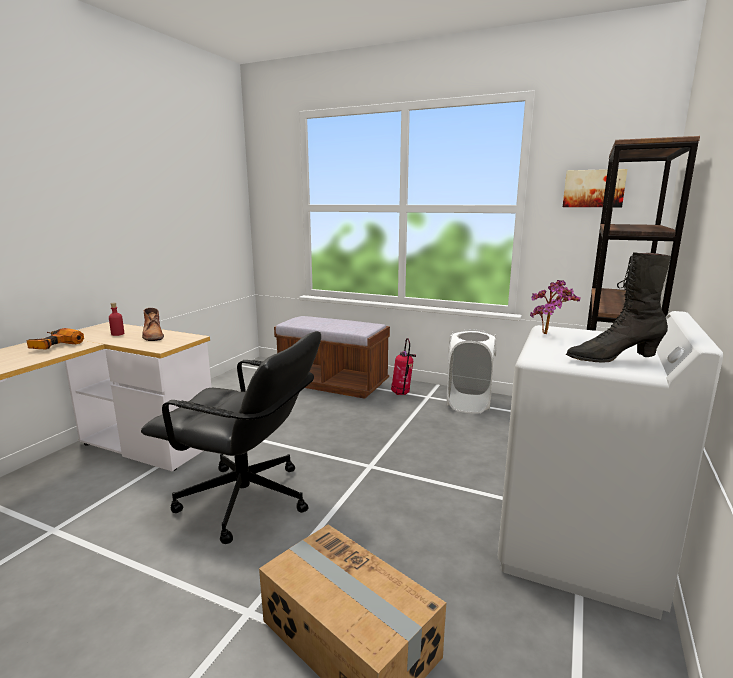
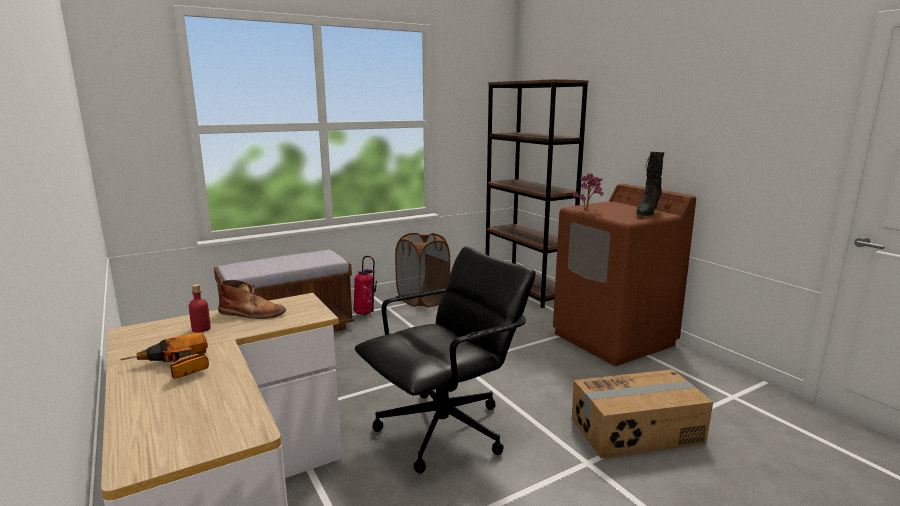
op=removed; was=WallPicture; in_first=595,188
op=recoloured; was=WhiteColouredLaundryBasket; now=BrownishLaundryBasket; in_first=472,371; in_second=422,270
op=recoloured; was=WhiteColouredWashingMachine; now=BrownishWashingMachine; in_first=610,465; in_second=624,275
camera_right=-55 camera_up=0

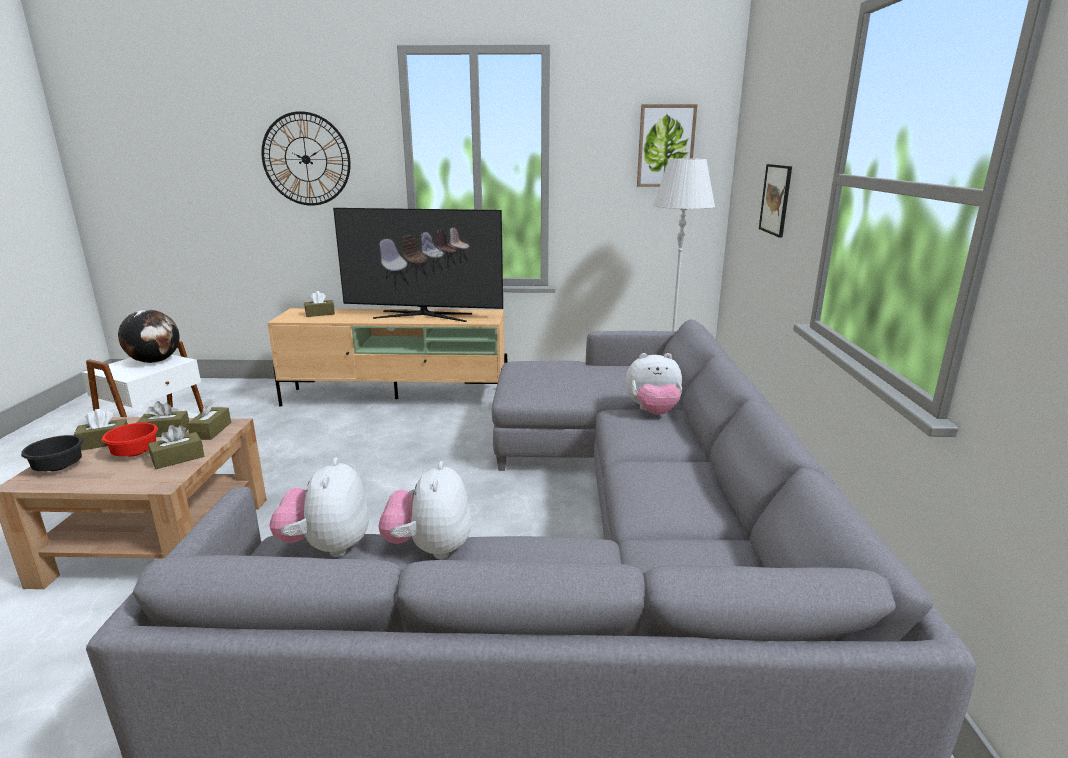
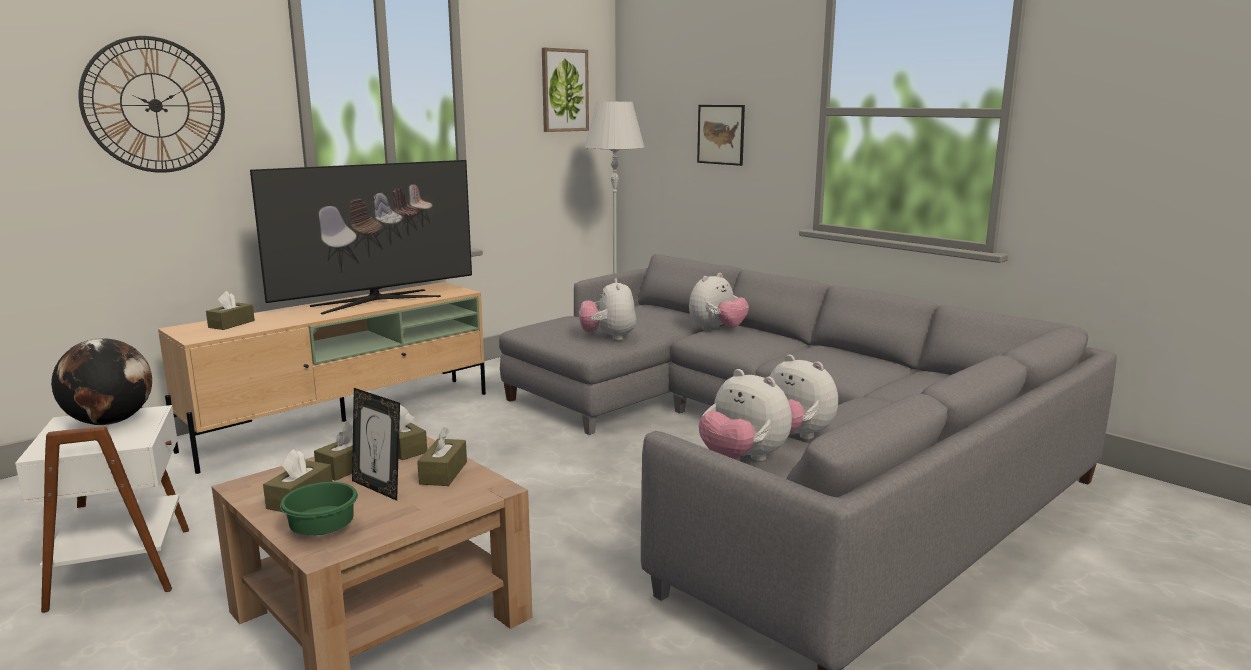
op=added; now=CuddlyToy; in_second=607,309
op=replaced; was=RedServingBowl; now=PhotoFrame; in_first=130,439; in_second=376,444
op=recoloured; was=BlackServingBowl; now=GreenServingBowl; in_first=52,453; in_second=319,508
camera_right=-45 camera_up=-5

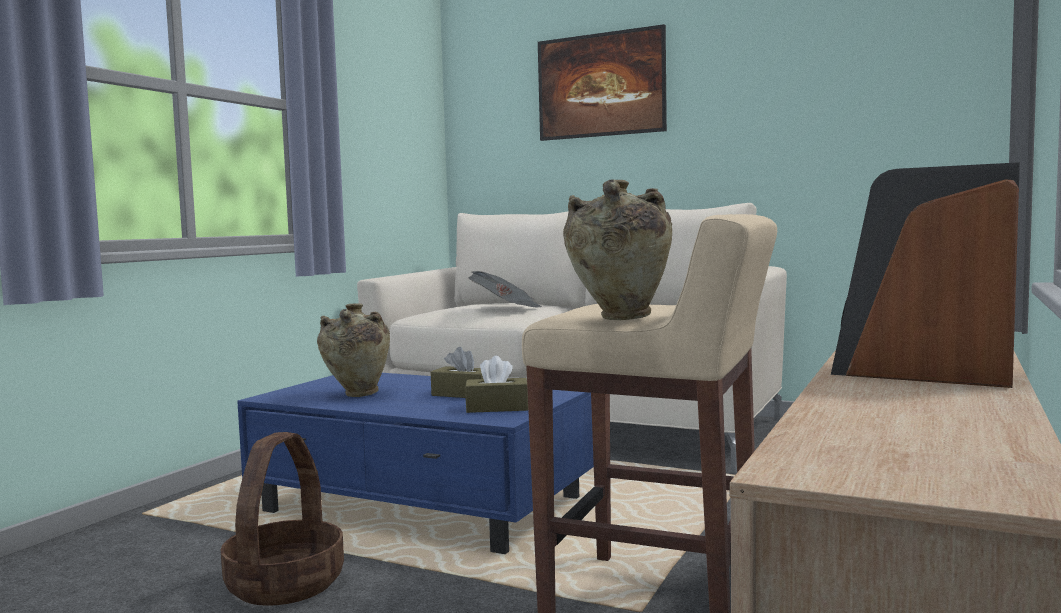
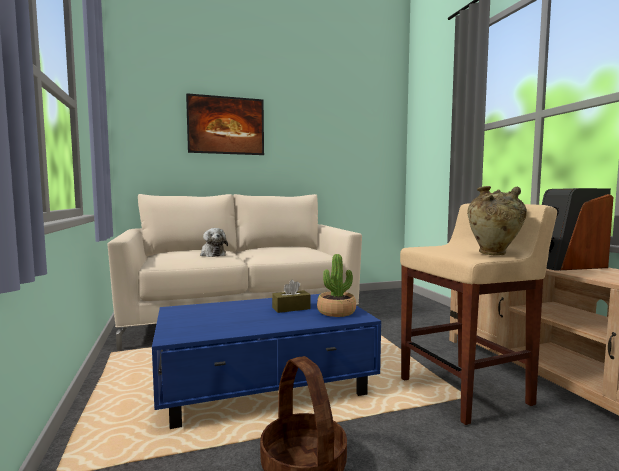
op=removed; was=BeigeColouredDecorativeVase; in_first=353,350
op=replaced; was=BrownishTissueHolder; now=Houseplant; in_first=496,384; in_second=336,285
op=replaced; was=PrintedPaper; now=CuddlyToy; in_first=505,289; in_second=214,242
camera_right=-45 camera_up=0

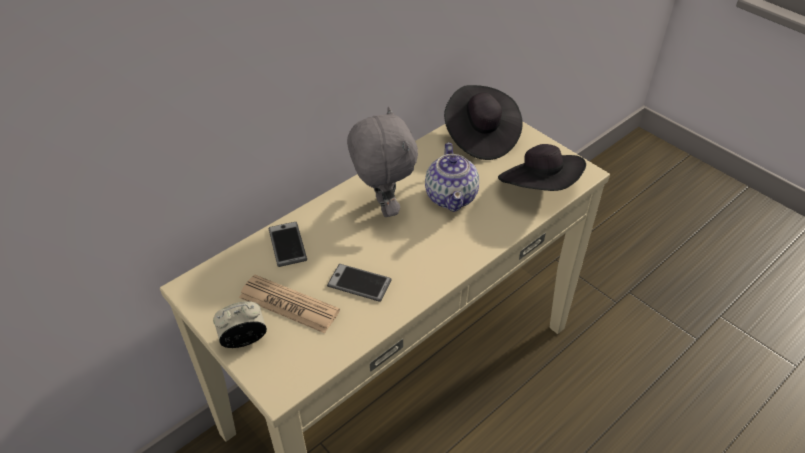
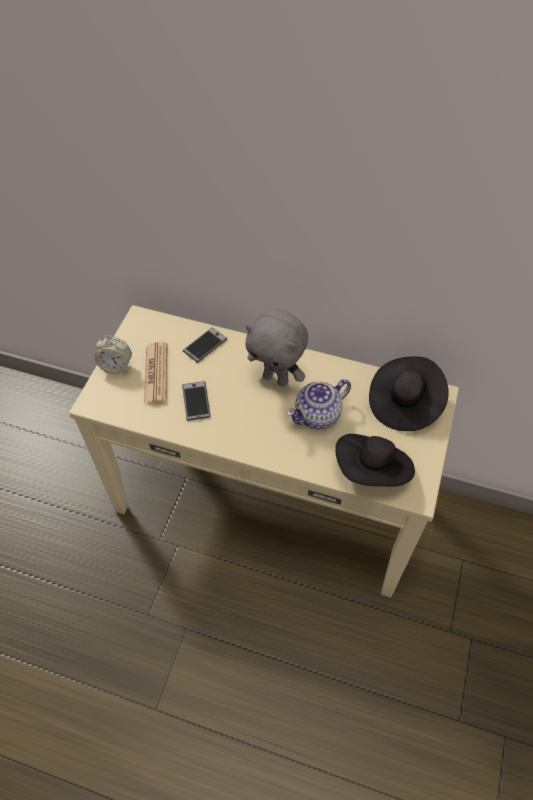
op=turned; was=TableClock; in_first=240,324; in_second=113,355; clockwise=150
op=turned; was=GrayCuddlyToy; in_first=382,162; in_second=276,348; clockwise=75
camera_right=60 camera_up=10

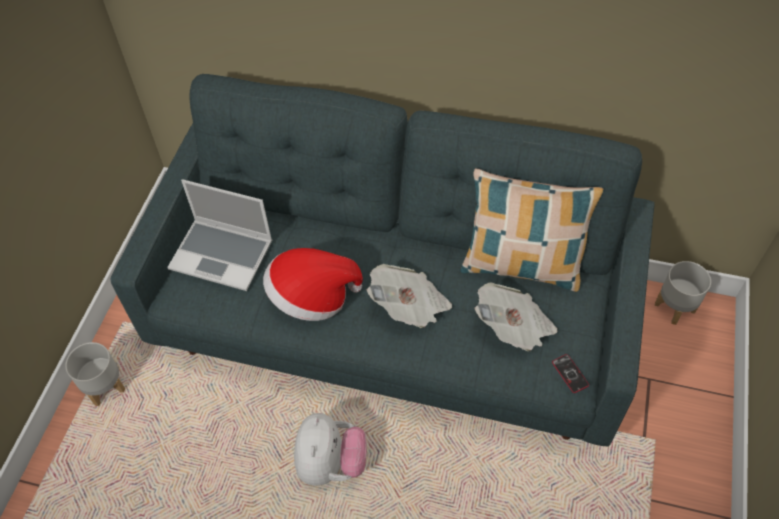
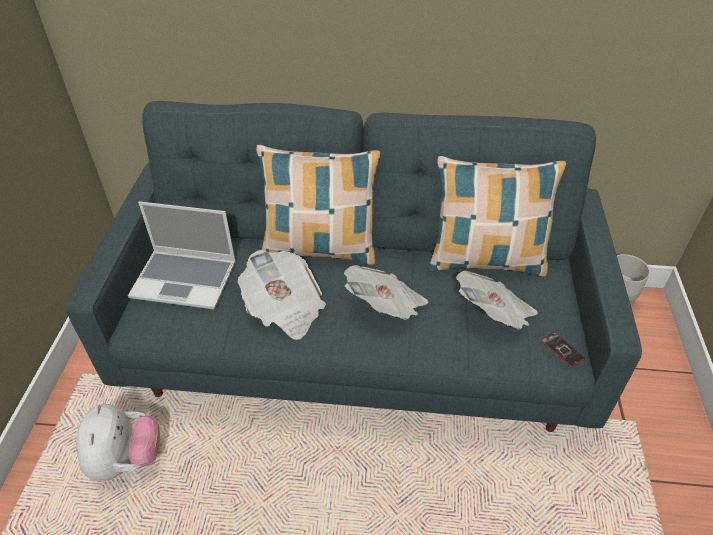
op=removed; was=GrayFlowerPot; in_first=95,374
op=added; now=Pillow; in_second=318,205
op=moved; was=CuddlyToy; in_first=330,449; in_second=118,442
op=replaced; was=Hat; now=PrintedPaper; in_first=313,284; in_second=282,295
camera_right=-10 camera_up=-10

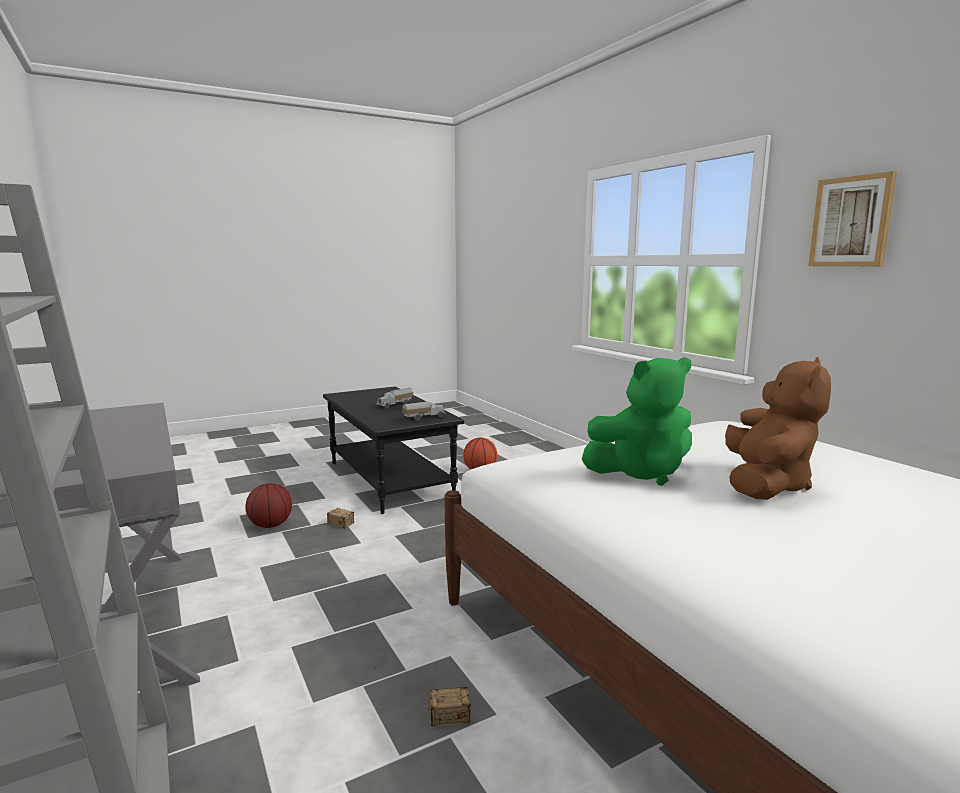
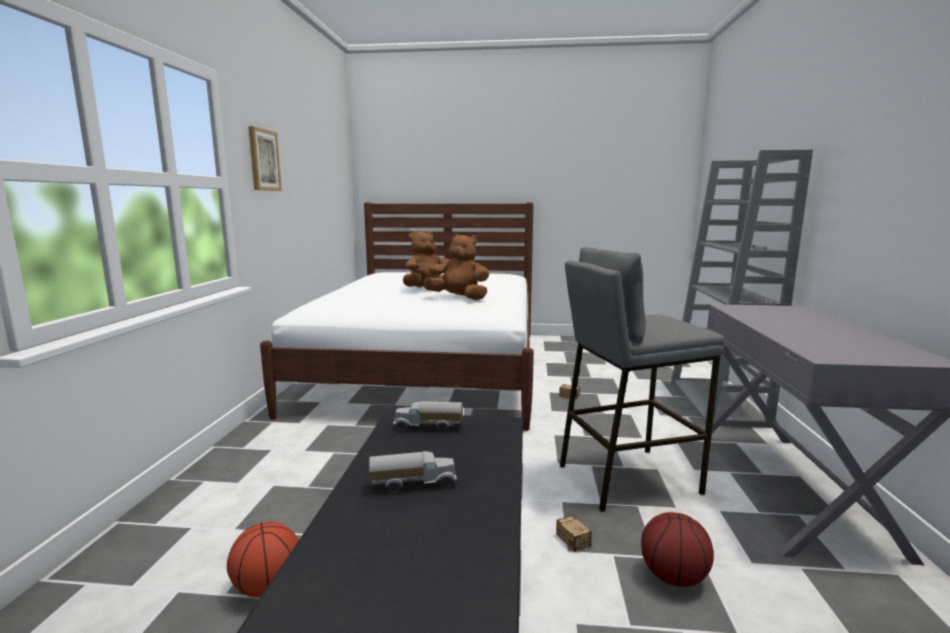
op=added; now=GrayStool; in_second=642,379
op=recoloured; was=GreenCuddlyToy; now=BrownishCuddlyToy; in_first=637,421; in_second=456,266
camera_right=-145 camera_up=0

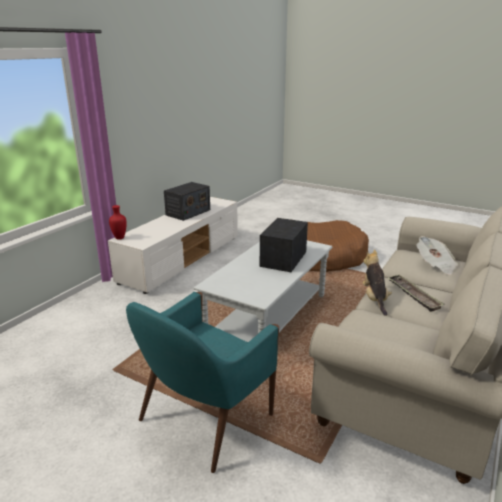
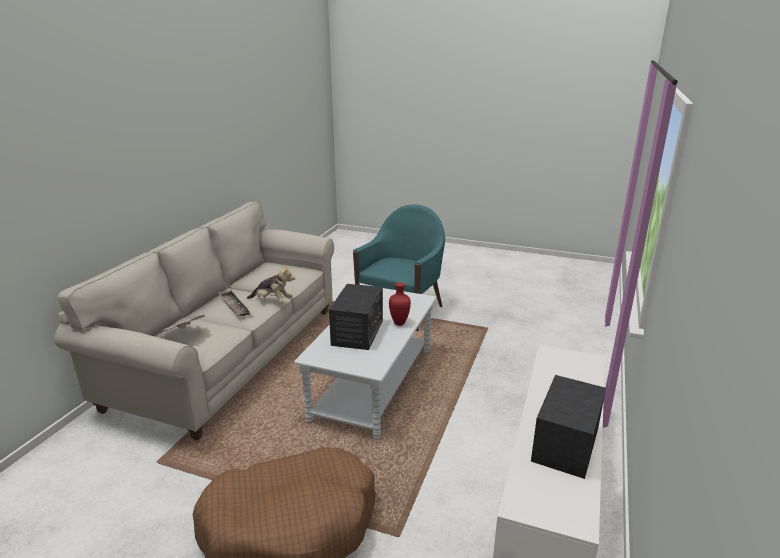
op=moved; was=RedDecorativeVase; in_first=118,222; in_second=400,304
op=turned; was=CuddlyToy; in_first=377,282; in_second=271,284; clockwise=-60
camera_right=170 camera_up=0

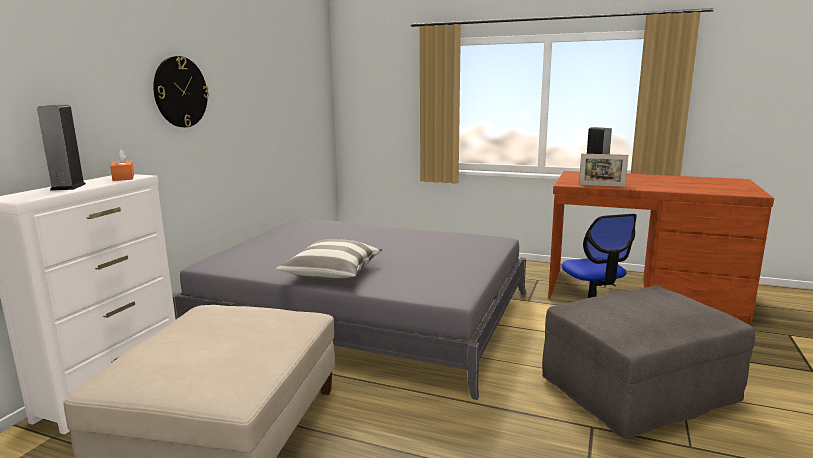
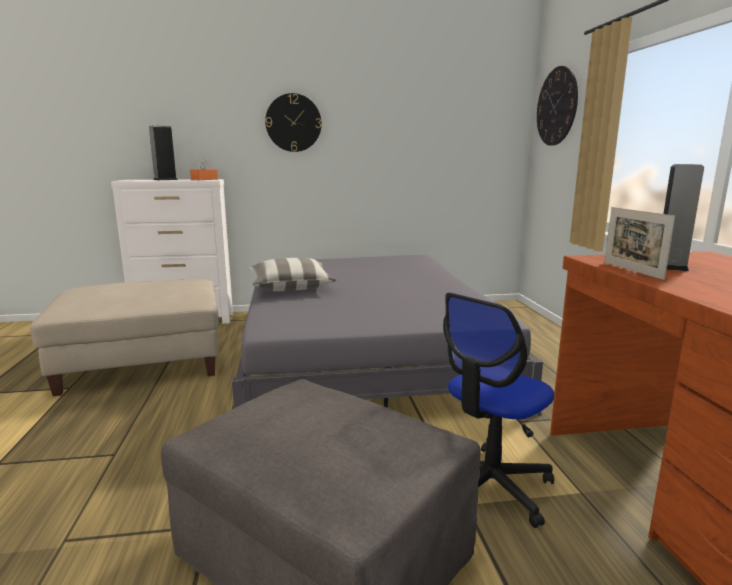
op=added; now=HangingClock; in_second=557,106
camera_right=60 camera_up=0

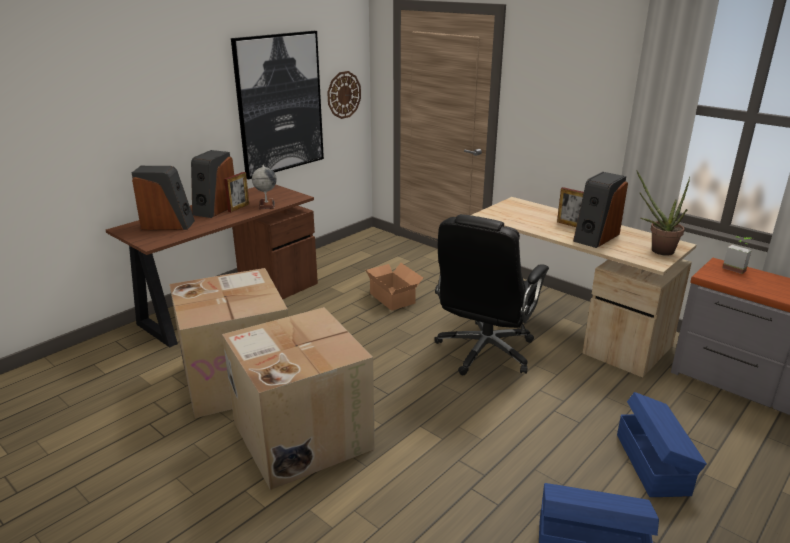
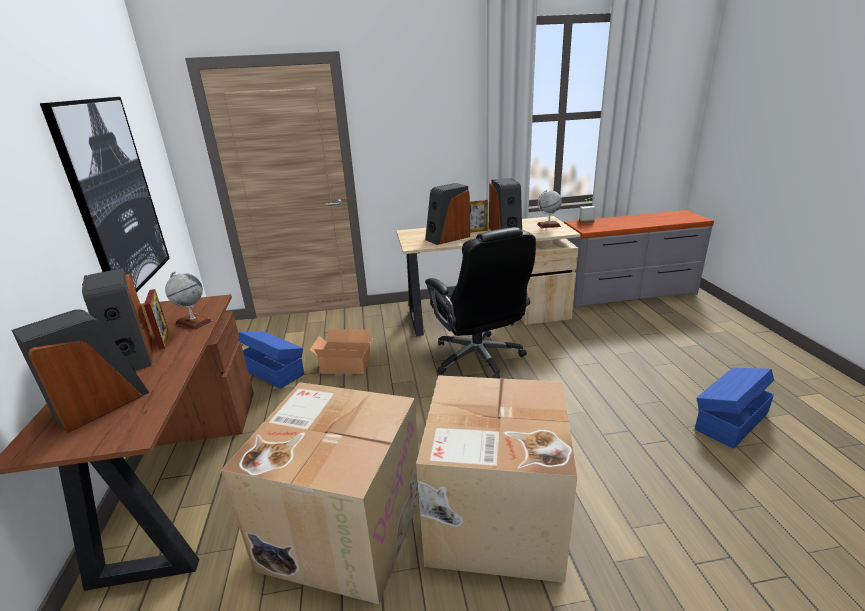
op=removed; was=HangingClock; in_first=344,95
op=added; now=Speaker; in_second=447,214
op=moved; was=BluishStorageContainer; in_first=662,444; in_second=271,360
op=replaced; was=Houseplant; now=DeskGlobe; in_first=663,213; in_second=549,209
camera_right=-50 camera_up=0

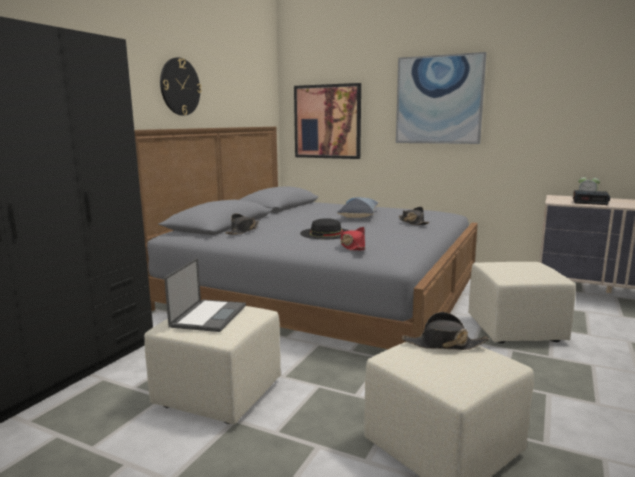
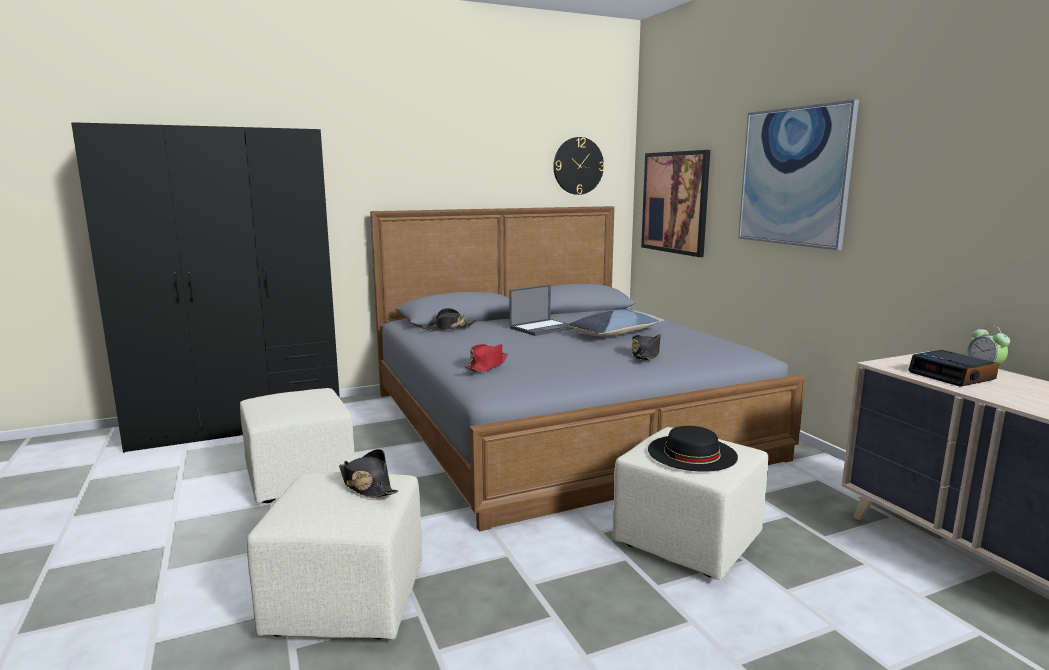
op=moved; was=HangingClock; in_first=181,86; in_second=578,166
op=moved; was=NotebookComputer; in_first=205,295; in_second=541,310
op=moved; was=BlackHat; in_first=324,228; in_second=693,449
camera_right=40 camera_up=0

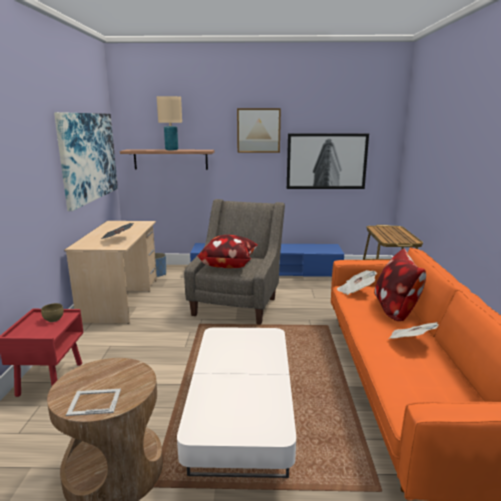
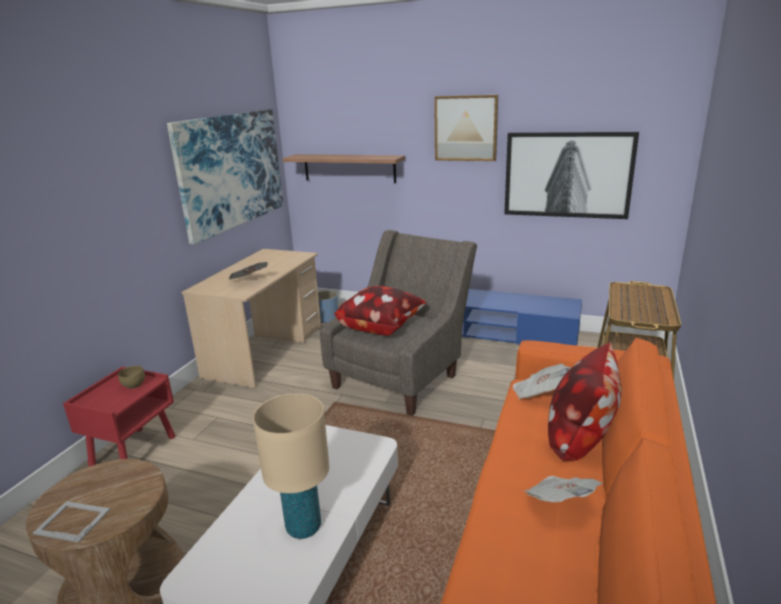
op=moved; was=BeigeColouredTabletopLamp; in_first=169,123; in_second=291,466
camera_right=20 camera_up=5

